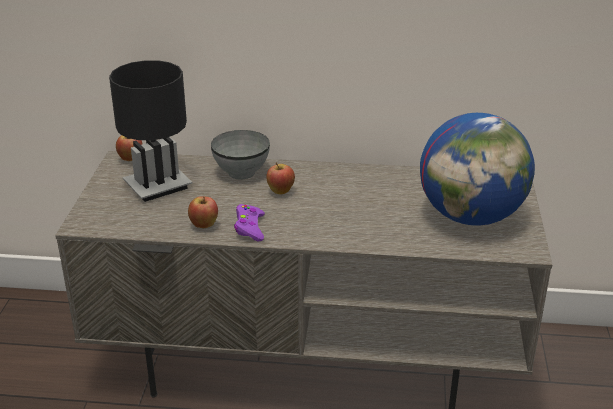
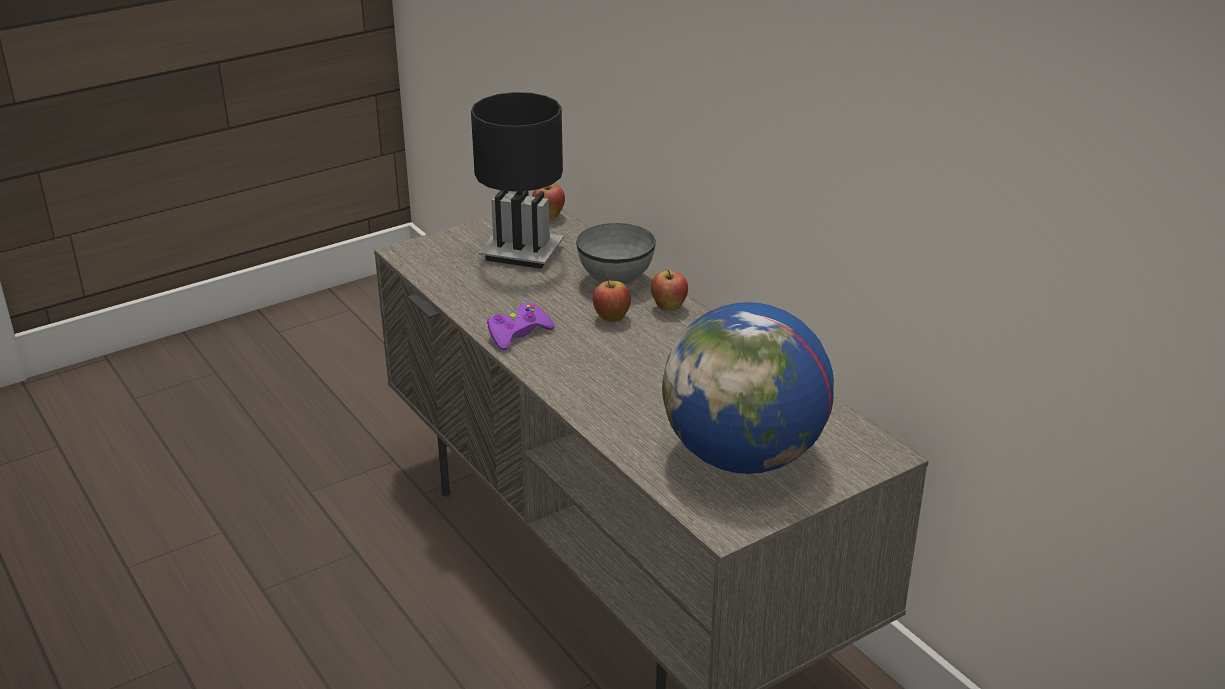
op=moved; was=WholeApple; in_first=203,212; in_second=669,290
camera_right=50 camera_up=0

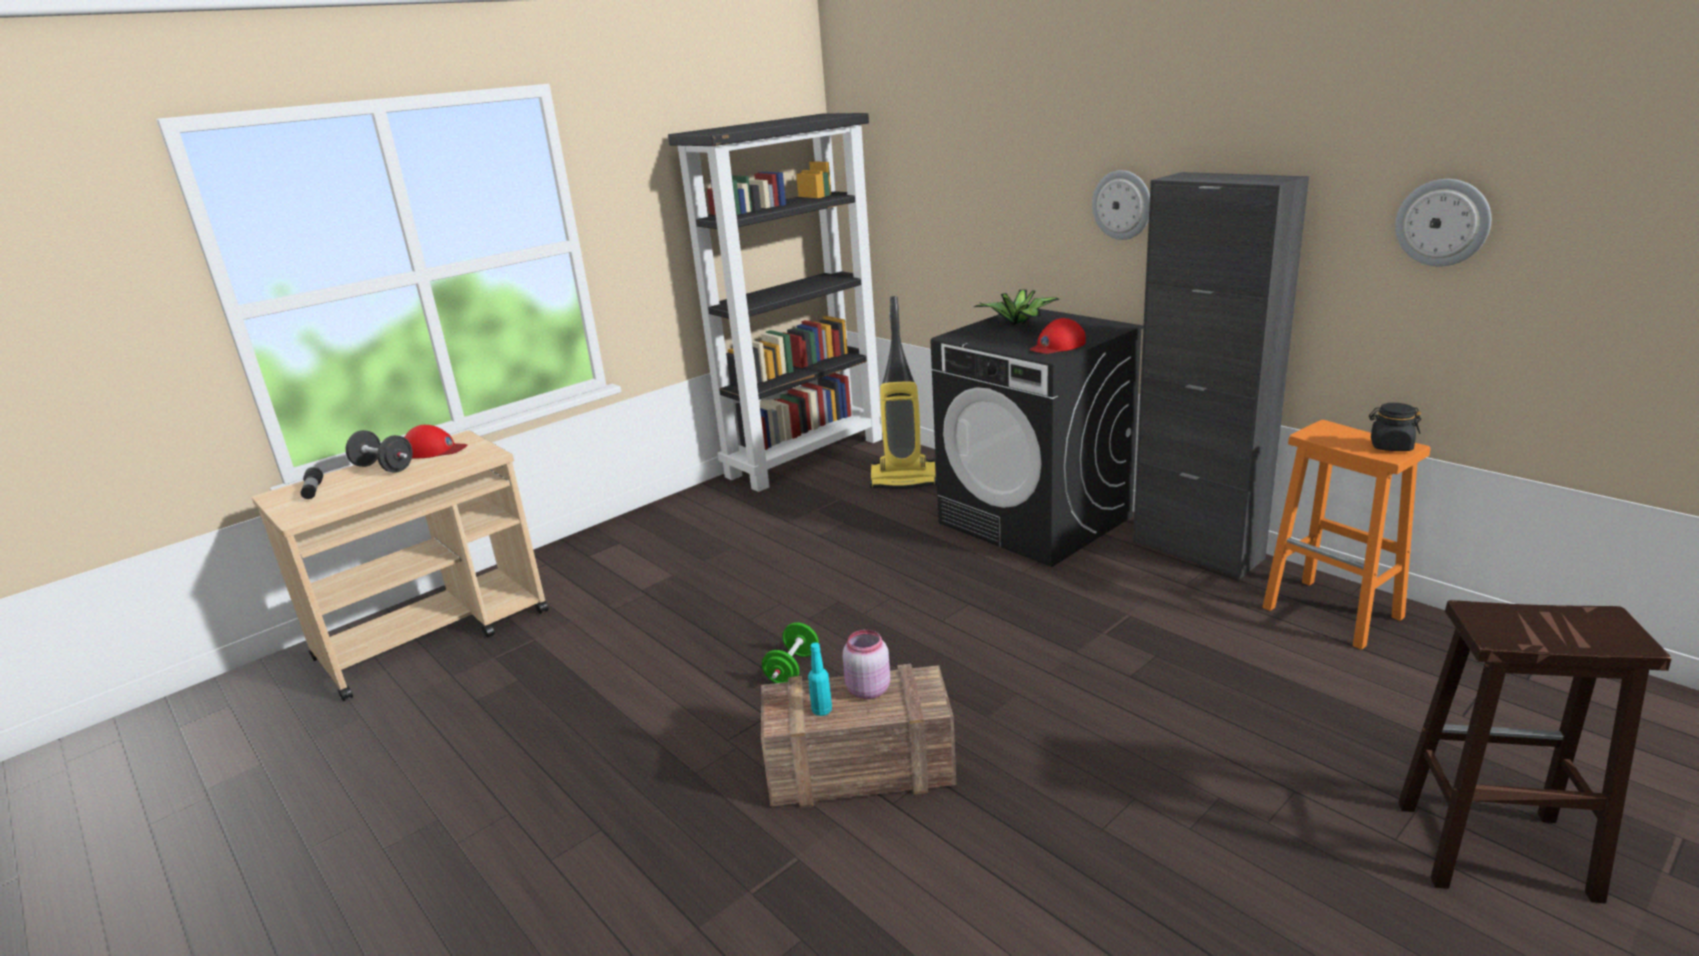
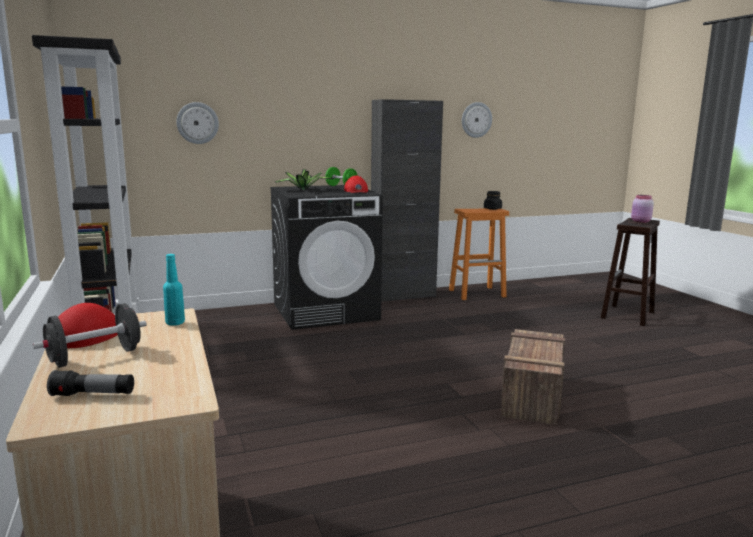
op=removed; was=Hoover; in_first=903,392
op=moved; was=GreenDumbbell; in_first=790,652; in_second=341,176
op=moved; was=BlueGreenDrinkBottle; in_first=820,679; in_second=174,290
op=moved; was=PinkishPreserveJar; in_first=866,664; in_second=642,209
op=moved; was=HangingClock; in_first=1121,205; in_second=197,123
camera_right=-70 camera_up=-10

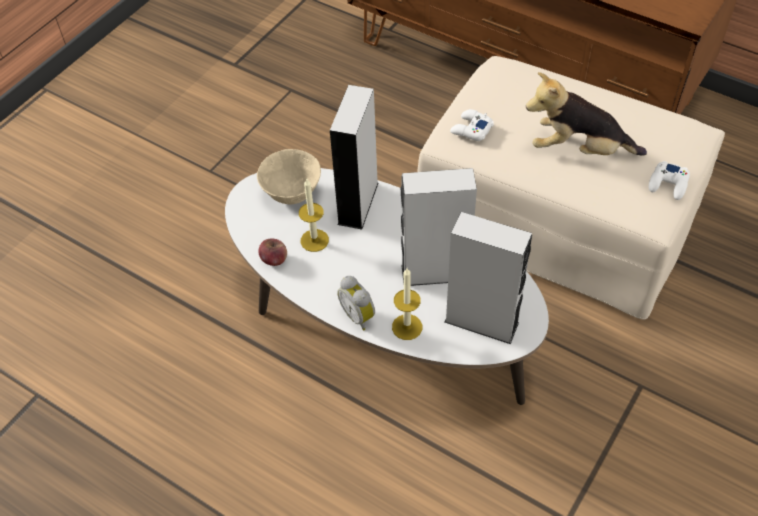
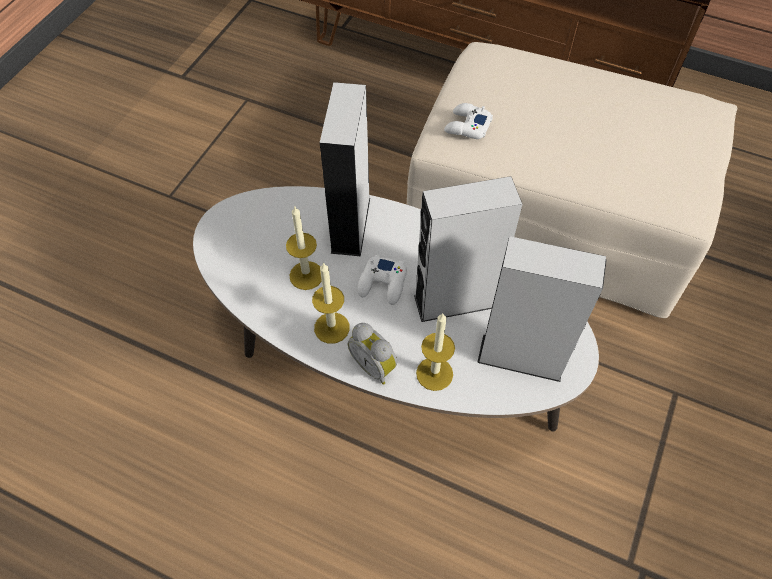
op=removed; was=BeigeColouredServingBowl; in_first=289,177
op=removed; was=WholeApple; in_first=273,252
op=removed; was=CuddlyToy; in_first=586,114
op=added; now=Candle; in_second=331,303
op=moved; was=WhiteColouredJoypad; in_first=669,180; in_second=382,280
camera_right=-10 camera_up=5

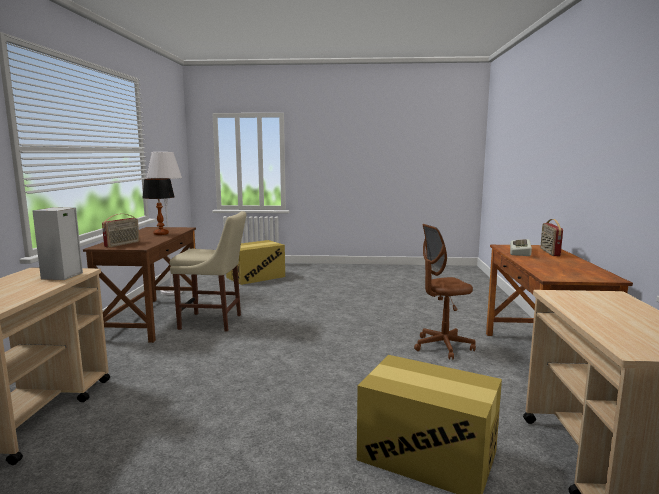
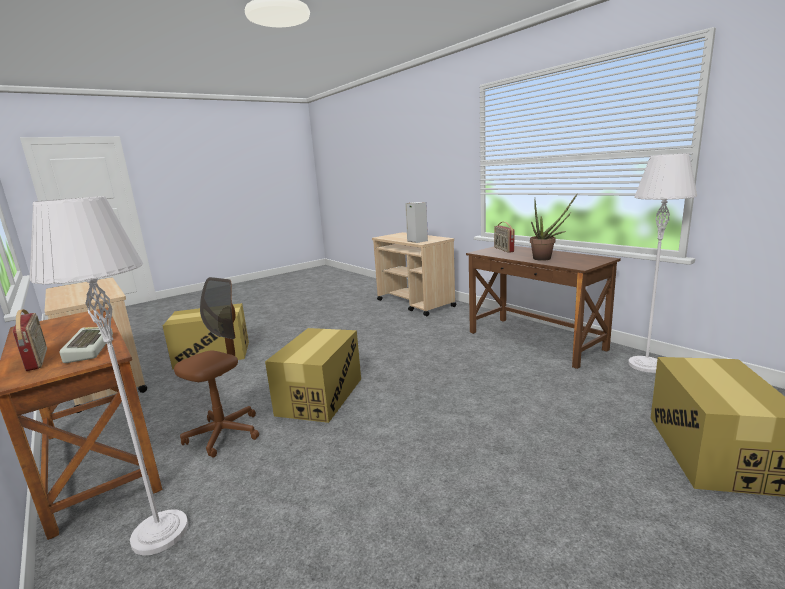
op=removed; was=BeigeColouredChair; in_first=208,271
op=added; now=WhiteColouredStandingLamp; in_second=108,376
op=added; now=Carton; in_second=313,375
op=replaced; was=TabletopLamp; now=Houseplant; in_first=158,206; in_second=554,227
camera_right=140 camera_up=5

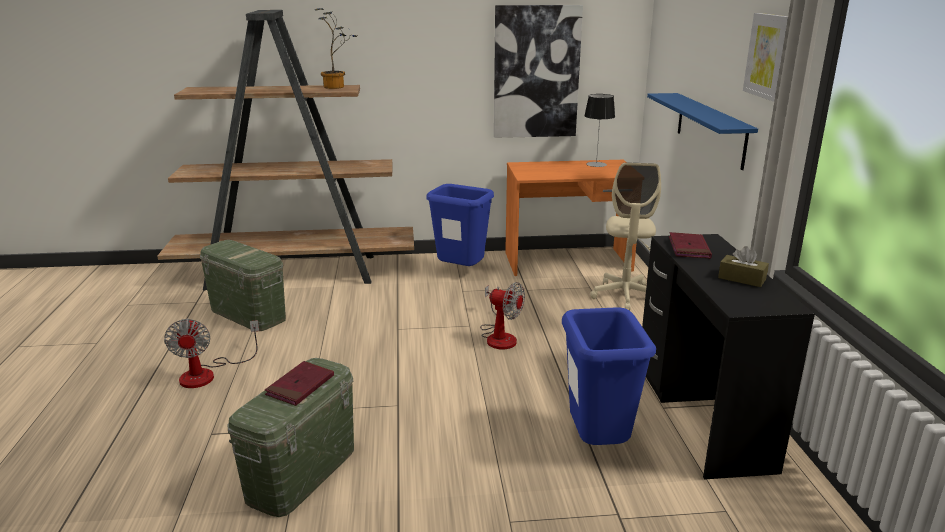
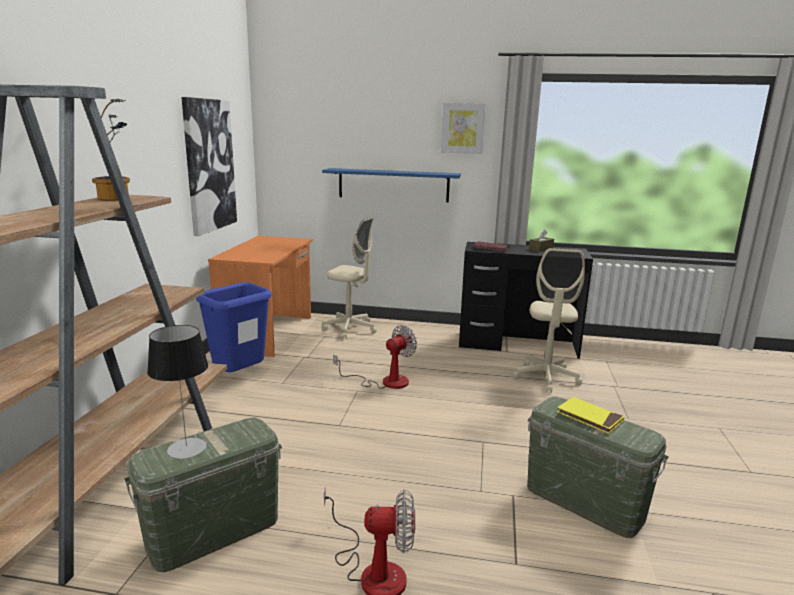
op=moved; was=TabletopLamp; in_first=599,130; in_second=177,392
op=replaced; was=BluishWasteBin; now=BeigeColouredOfficeChair; in_first=609,376; in_second=549,320
op=recoloured; was=RedBoundBook; now=YellowColouredBoundBook; in_first=299,383; in_second=590,415
camera_right=-75 camera_up=-5

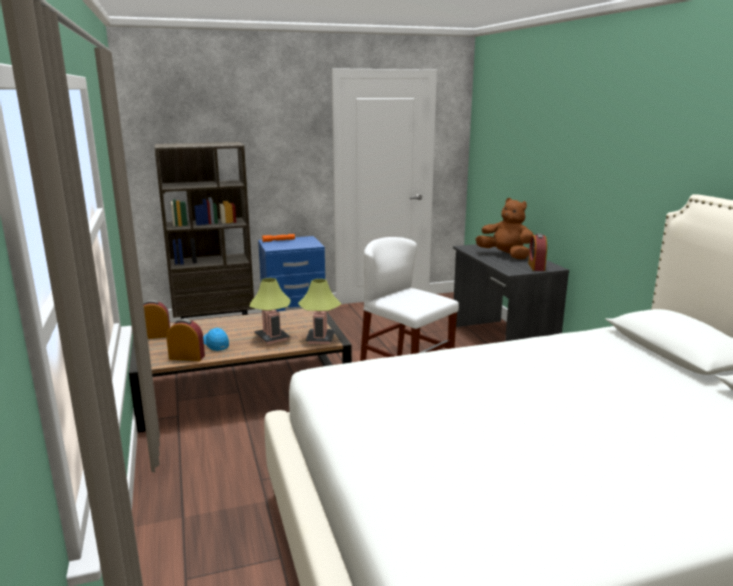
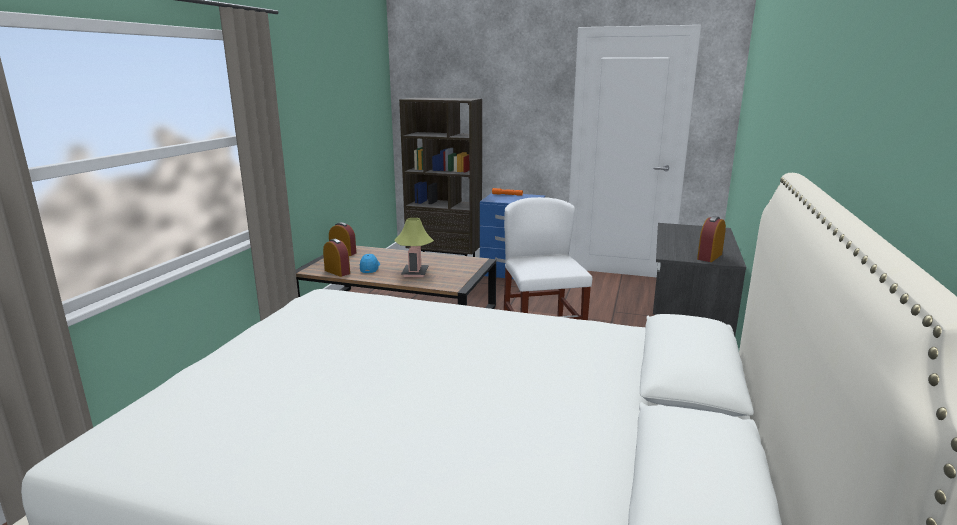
op=removed; was=TabletopLamp; in_first=319,311
op=removed; was=BrownishCuddlyToy; in_first=504,228
camera_right=35 camera_up=0

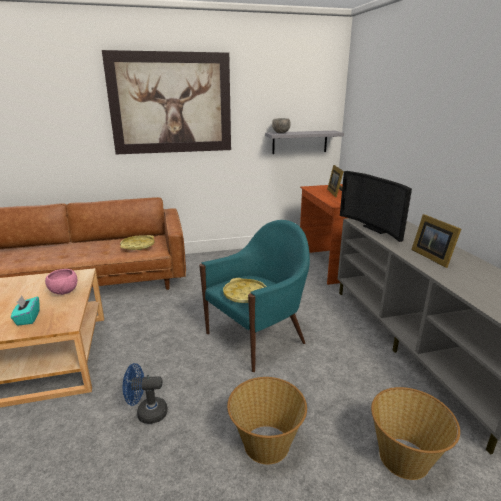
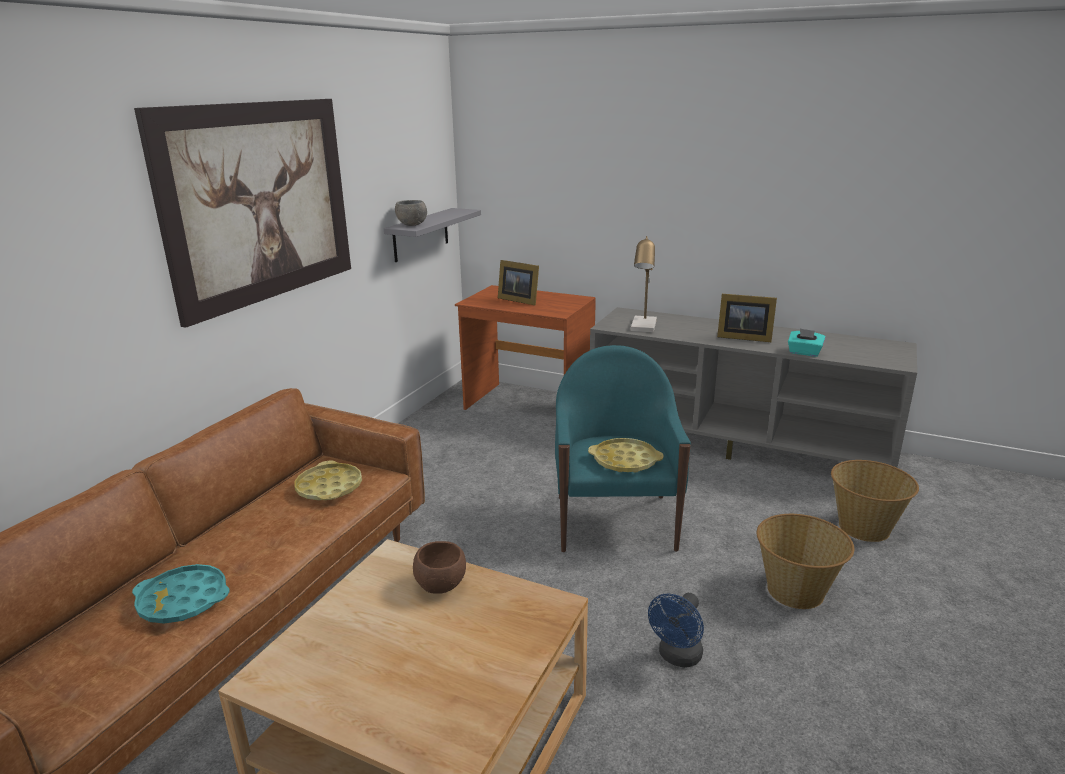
op=added; now=BlueGreenTray; in_second=181,593
op=moved; was=BlueGreenTissueHolder; in_first=25,311; in_second=806,342
op=replaced; was=Television; now=TabletopLamp; in_first=376,206; in_second=644,284
op=recoloured; was=PinkishServingBowl; now=BrownishServingBowl; in_first=61,282; in_second=439,567
camera_right=-50 camera_up=0

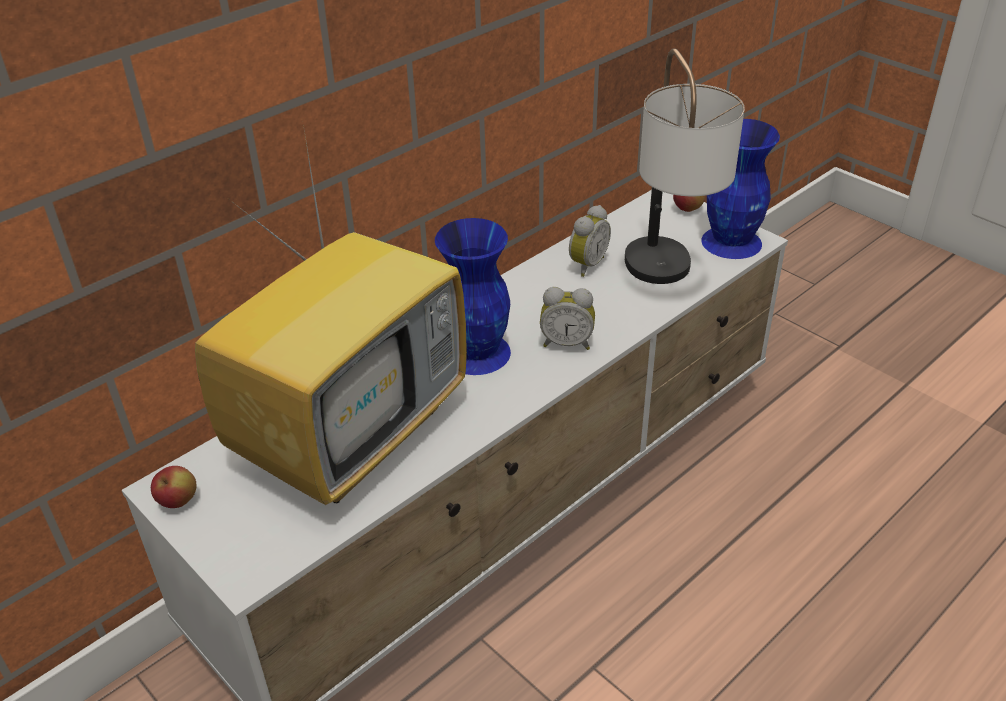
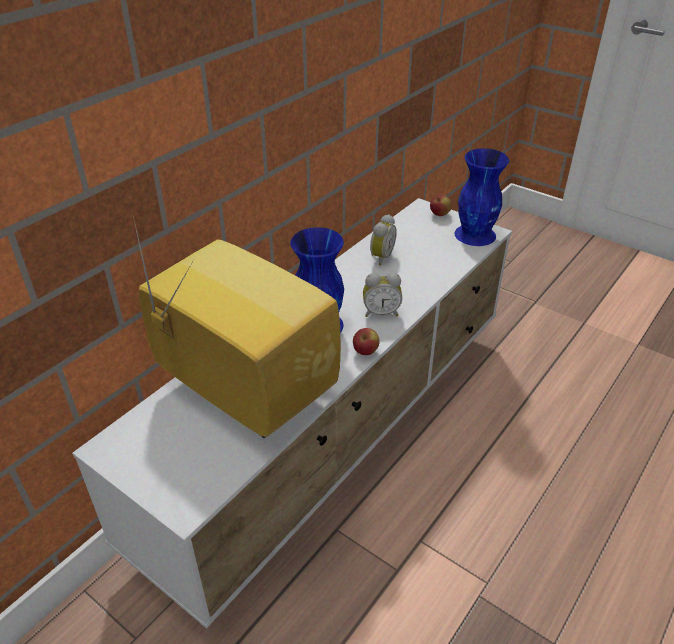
op=removed; was=TabletopLamp; in_first=685,166
op=moved; was=WholeApple; in_first=173,487; in_second=366,341
op=turned; was=Television; in_first=331,315; in_second=236,322; clockwise=-75
camera_right=-10 camera_up=0

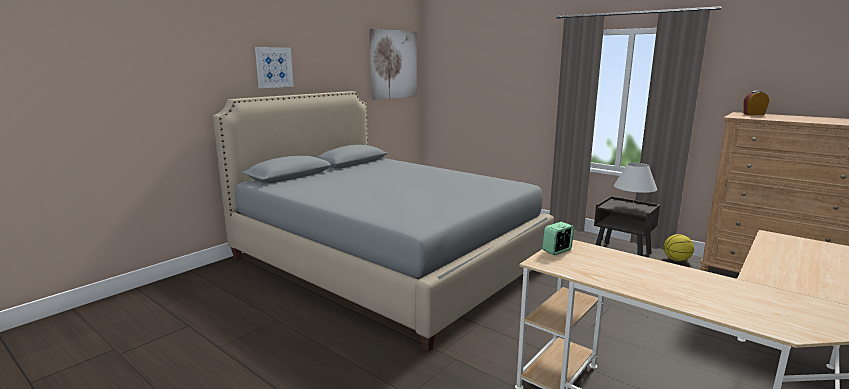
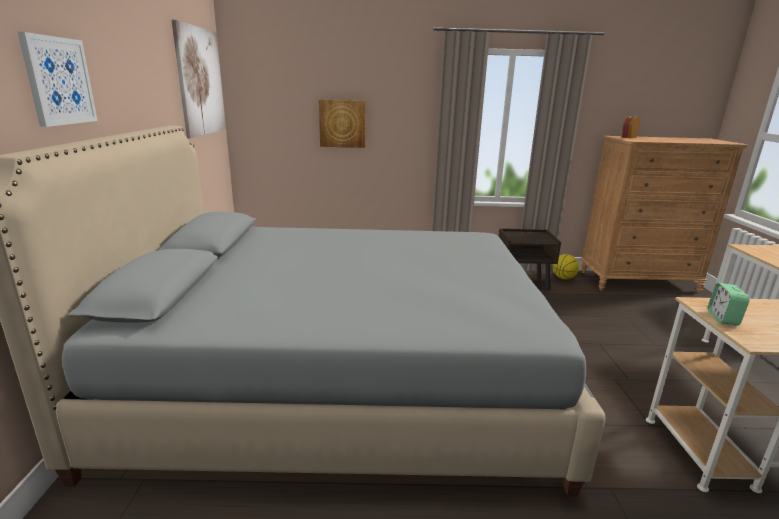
op=removed; was=WhiteColouredTabletopLamp; in_first=635,185
op=added; now=WallPicture; in_second=342,123
camera_right=-40 camera_up=5

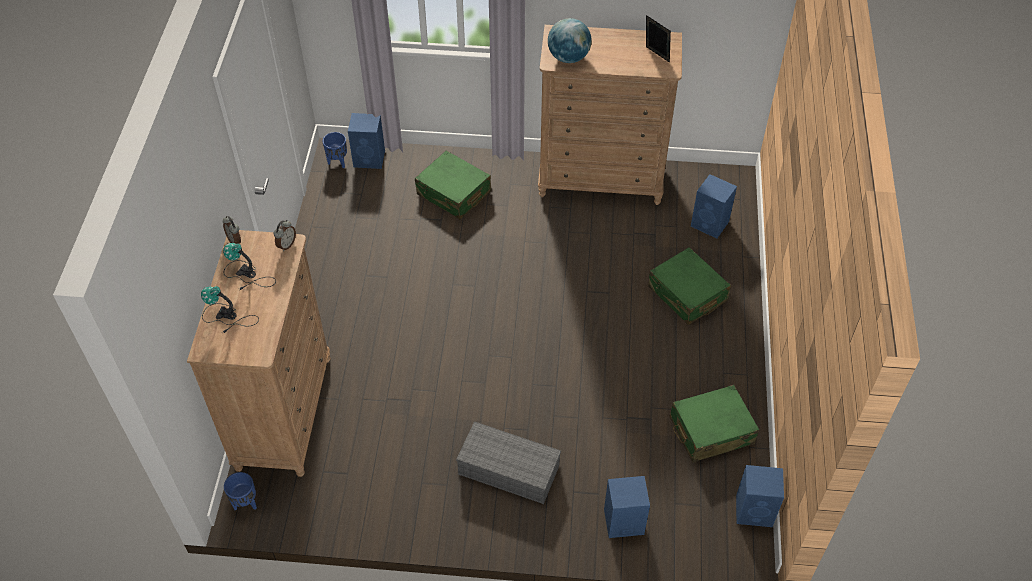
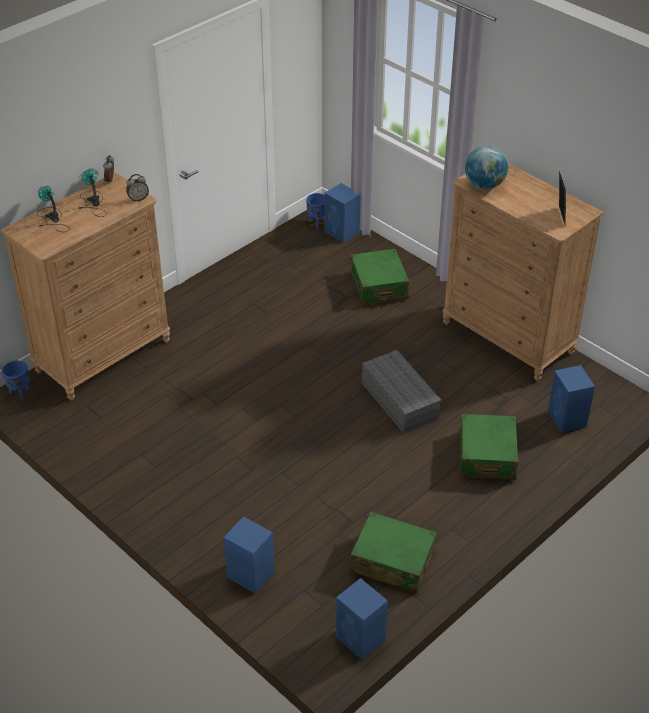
op=moved; was=GrayStorageContainer; in_first=508,462; in_second=401,392
camera_right=40 camera_up=-10

